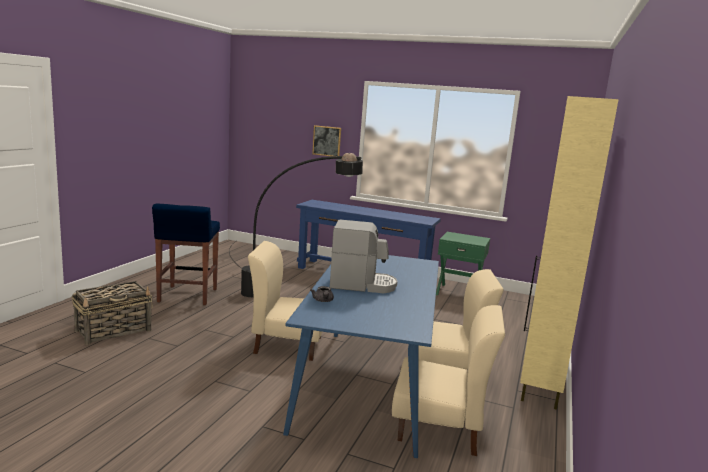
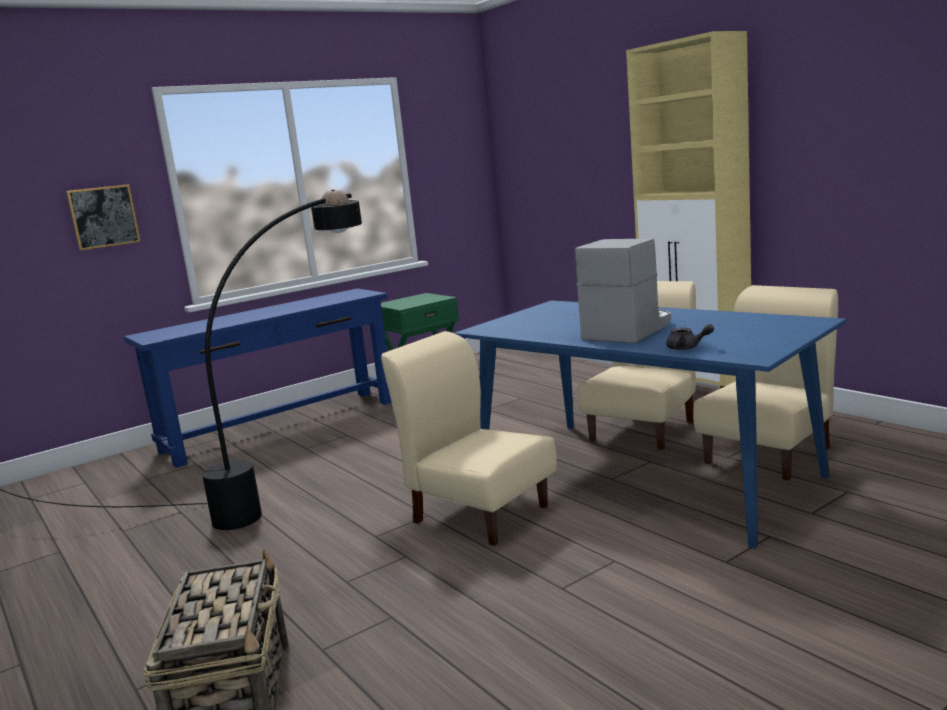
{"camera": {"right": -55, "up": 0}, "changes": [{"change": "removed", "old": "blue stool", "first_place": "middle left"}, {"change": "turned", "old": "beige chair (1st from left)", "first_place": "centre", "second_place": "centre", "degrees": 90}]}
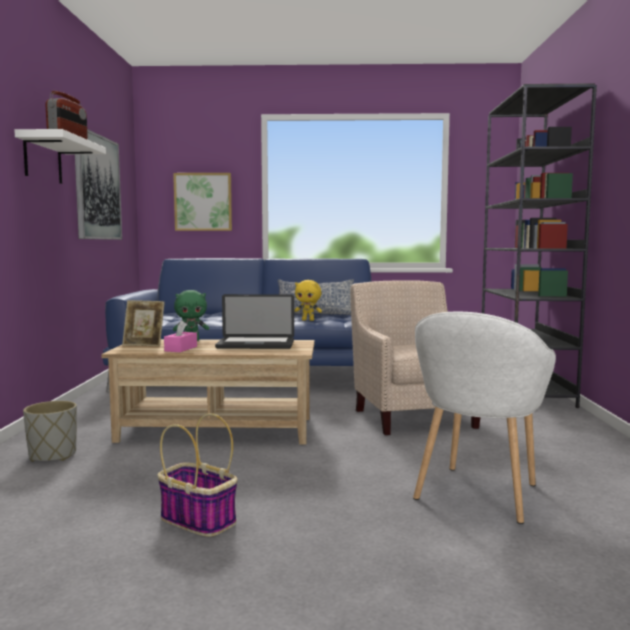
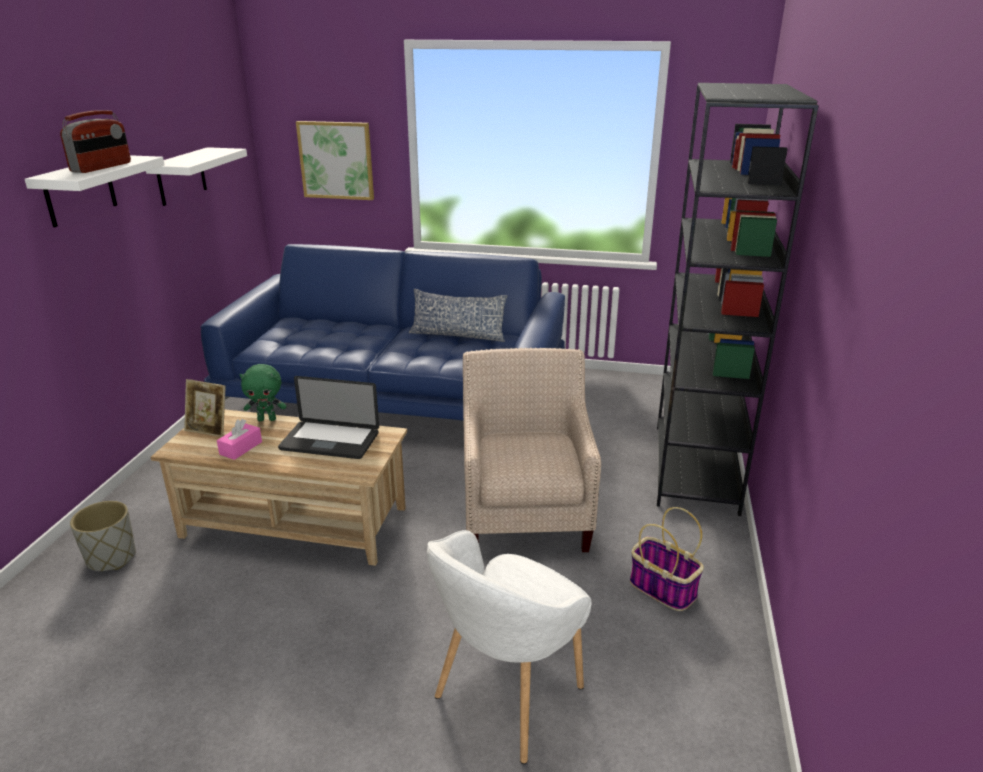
{"camera": {"right": 10, "up": 20}, "changes": [{"change": "replaced", "old": "picture (1st from left)", "new": "white shelf (2nd from left)", "first_place": "top left", "second_place": "top left"}, {"change": "moved", "old": "basket", "first_place": "bottom left", "second_place": "bottom right"}, {"change": "removed", "old": "yellow plush toy", "first_place": "centre"}]}
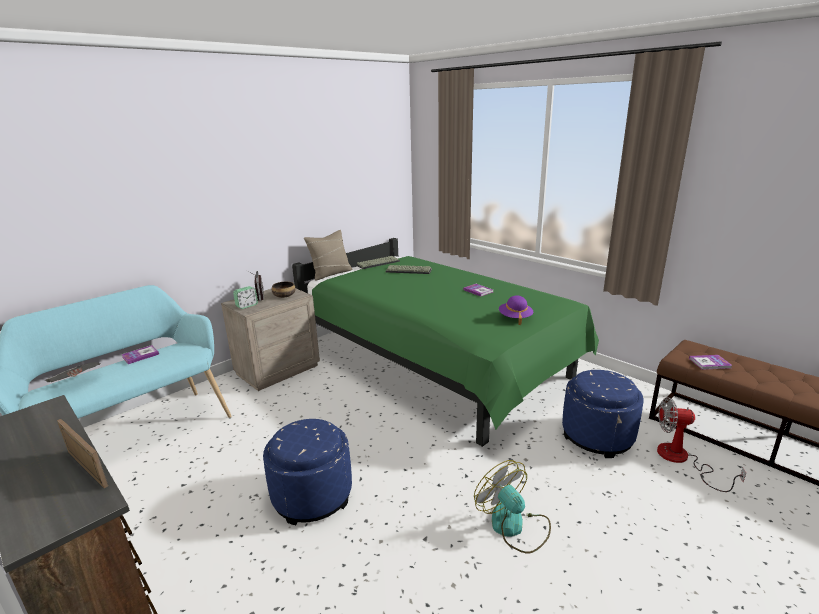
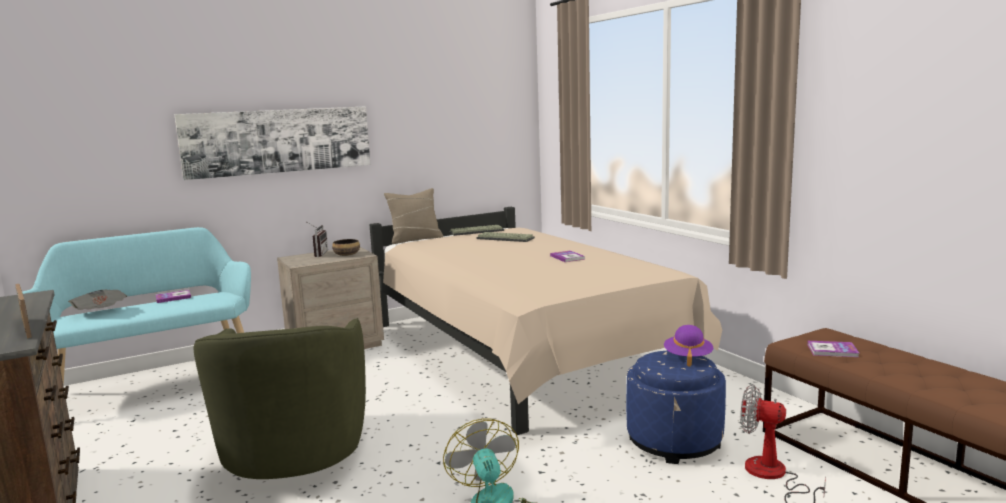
{"camera": {"right": 15, "up": -10}, "changes": [{"change": "removed", "old": "alarm clock", "first_place": "middle left"}, {"change": "replaced", "old": "blue ottoman (1st from left)", "new": "green armchair", "first_place": "bottom centre", "second_place": "bottom left"}, {"change": "recoloured", "old": "green bed", "new": "beige bed", "first_place": "centre", "second_place": "centre"}, {"change": "moved", "old": "purple hat", "first_place": "centre", "second_place": "bottom right"}, {"change": "added", "new": "picture", "second_place": "top left"}]}
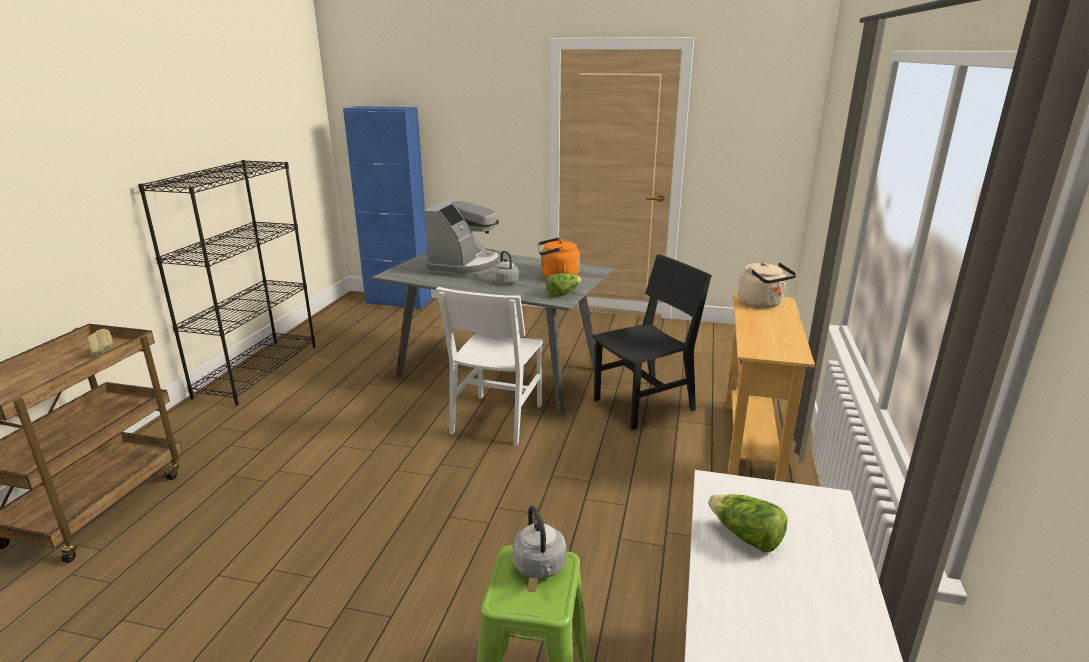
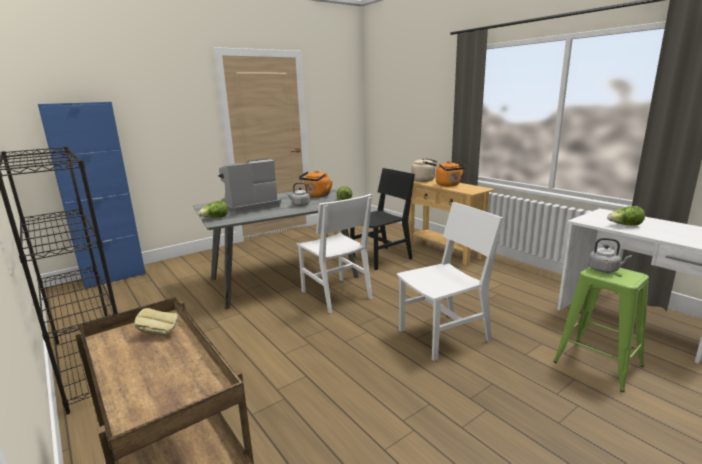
{"camera": {"right": -50, "up": -5}, "changes": [{"change": "turned", "old": "coffee machine", "first_place": "centre", "second_place": "centre", "degrees": -90}, {"change": "turned", "old": "black chair", "first_place": "centre", "second_place": "centre", "degrees": 45}, {"change": "added", "new": "lettuce (1st from left)", "second_place": "middle left"}, {"change": "added", "new": "white chair (2nd from left)", "second_place": "centre"}, {"change": "added", "new": "orange kettle (2nd from left)", "second_place": "centre"}]}
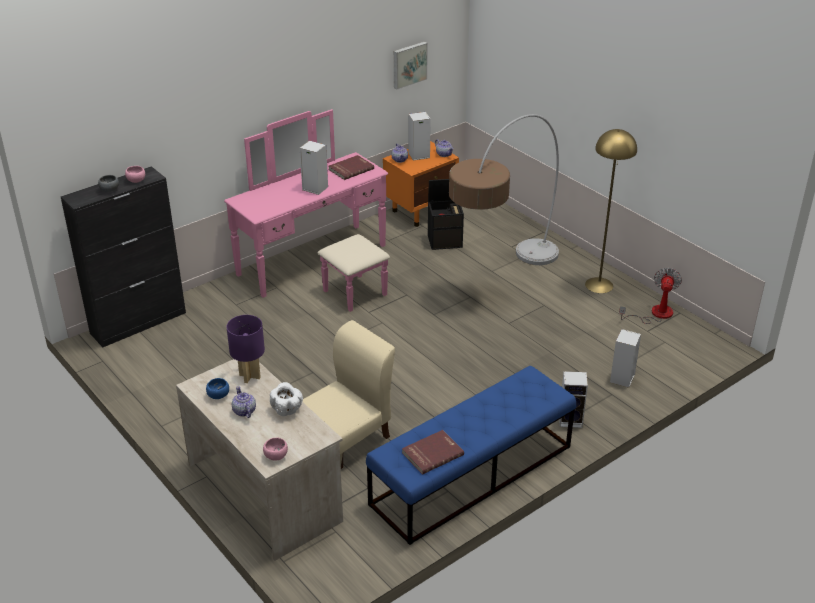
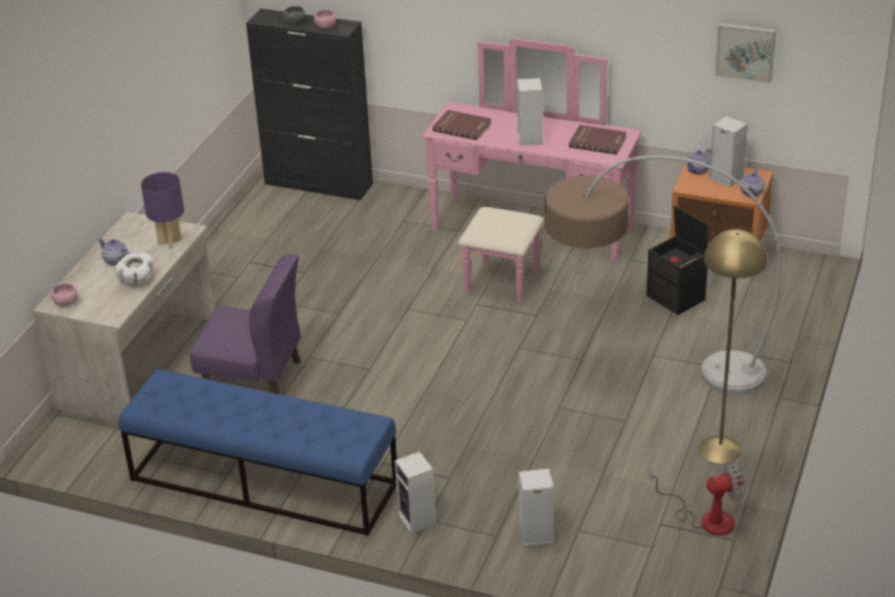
{"camera": {"right": 60, "up": 0}, "changes": [{"change": "removed", "old": "blue bowl", "first_place": "middle left"}, {"change": "turned", "old": "teapot (1st from left)", "first_place": "bottom left", "second_place": "middle left", "degrees": -90}, {"change": "recoloured", "old": "beige chair", "new": "purple chair", "first_place": "centre", "second_place": "middle left"}, {"change": "moved", "old": "red book (2nd from left in the first image)", "new": "red book (1st from left)", "first_place": "bottom centre", "second_place": "top centre"}]}
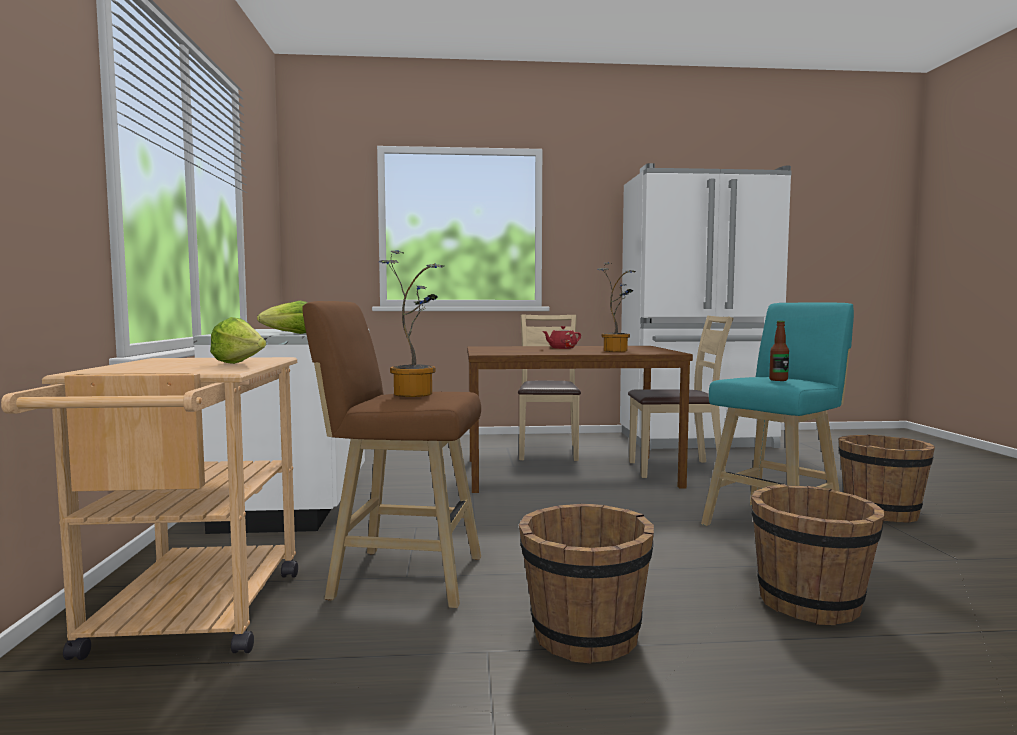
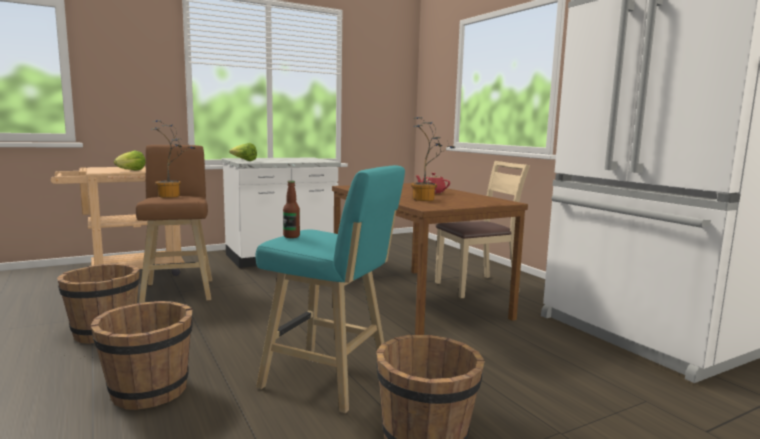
{"camera": {"right": 65, "up": 5}, "changes": [{"change": "removed", "old": "beige chair (2nd from left)", "first_place": "middle right"}]}
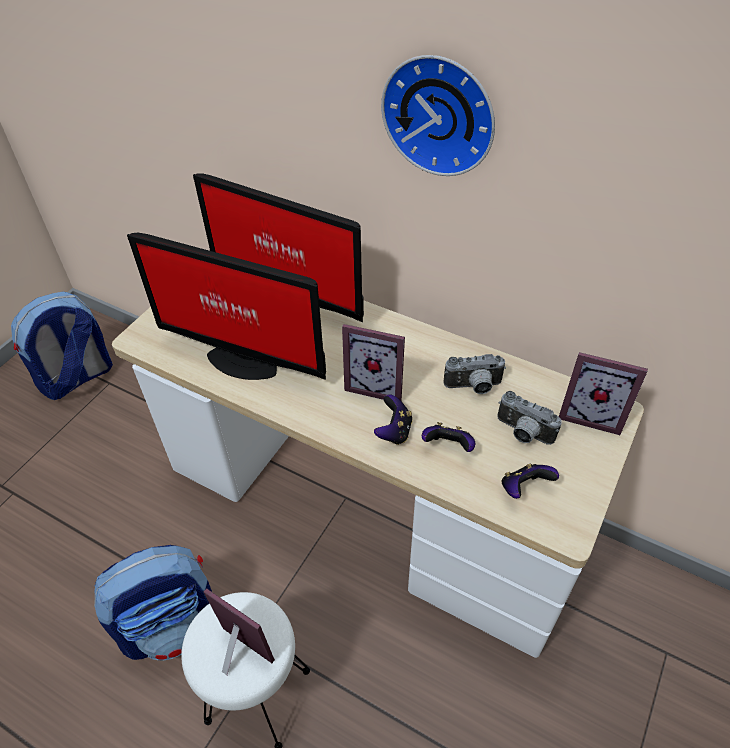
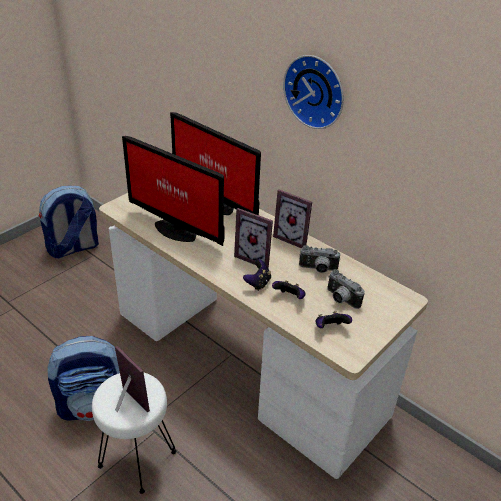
{"camera": {"right": 10, "up": -10}, "changes": [{"change": "moved", "old": "picture frame (3rd from left)", "first_place": "middle right", "second_place": "centre"}]}
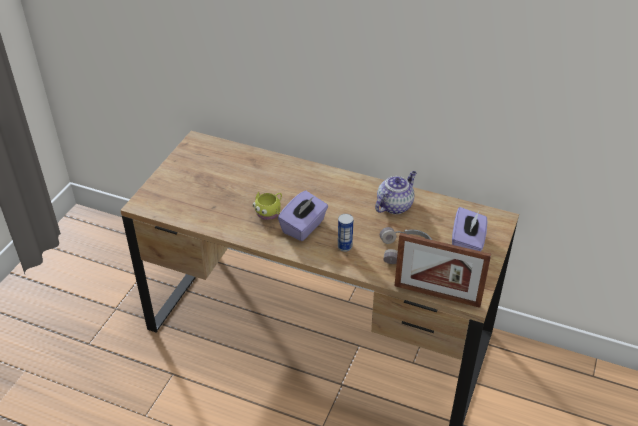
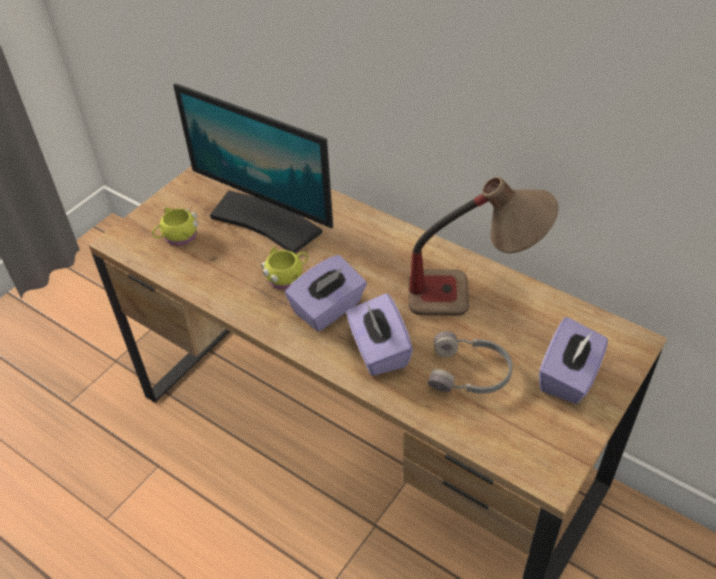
{"camera": {"right": 15, "up": 5}, "changes": [{"change": "replaced", "old": "can", "new": "purple tissue box (2nd from left)", "first_place": "centre", "second_place": "centre"}, {"change": "replaced", "old": "teapot", "new": "table lamp", "first_place": "centre", "second_place": "middle right"}, {"change": "removed", "old": "picture frame", "first_place": "middle right"}, {"change": "added", "new": "yellow mug (1st from left)", "second_place": "middle left"}, {"change": "added", "new": "monitor", "second_place": "top centre"}]}
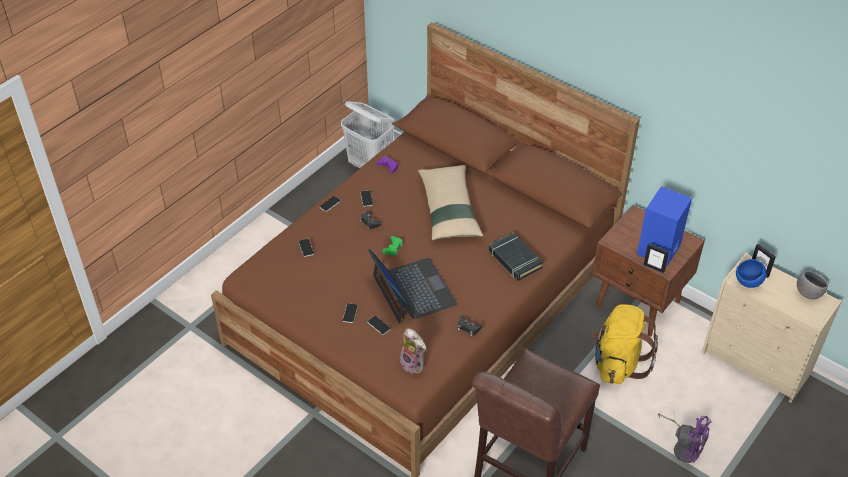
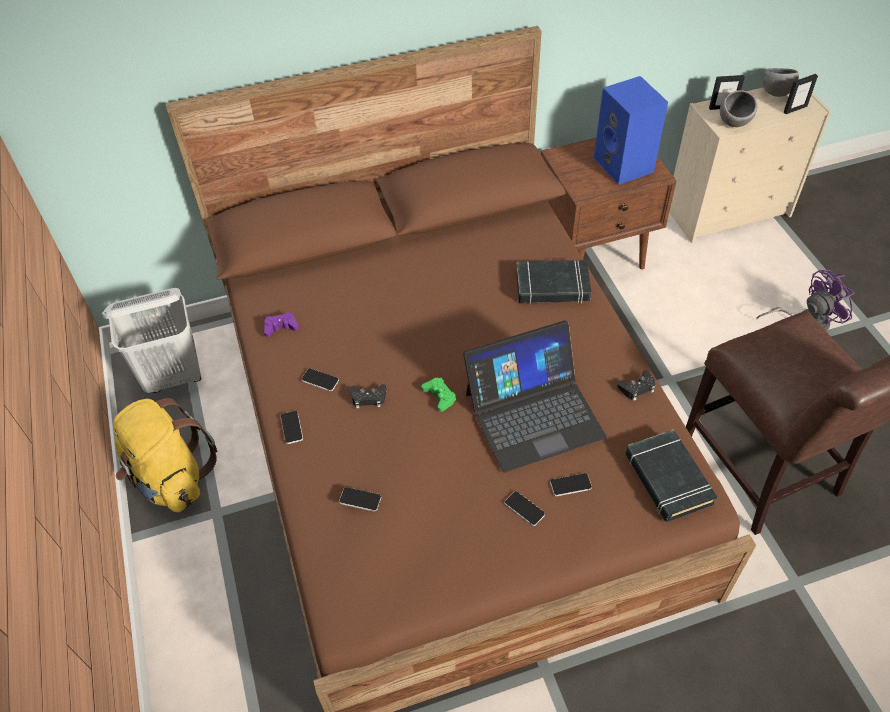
{"camera": {"right": -55, "up": 5}, "changes": [{"change": "turned", "old": "laptop", "first_place": "centre", "second_place": "centre", "degrees": 150}, {"change": "replaced", "old": "plush toy", "new": "black book (2nd from left)", "first_place": "bottom centre", "second_place": "bottom right"}, {"change": "removed", "old": "beige pillow", "first_place": "centre"}, {"change": "moved", "old": "yellow backpack", "first_place": "bottom right", "second_place": "middle left"}, {"change": "moved", "old": "picture frame (1st from left in the first image)", "new": "picture frame (2nd from left)", "first_place": "middle right", "second_place": "top right"}, {"change": "recoloured", "old": "blue bowl", "new": "grey bowl (1st from left)", "first_place": "middle right", "second_place": "top right"}]}
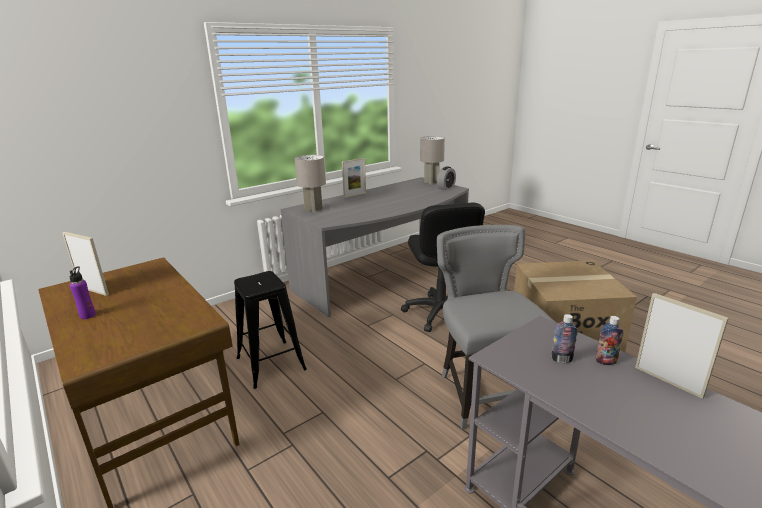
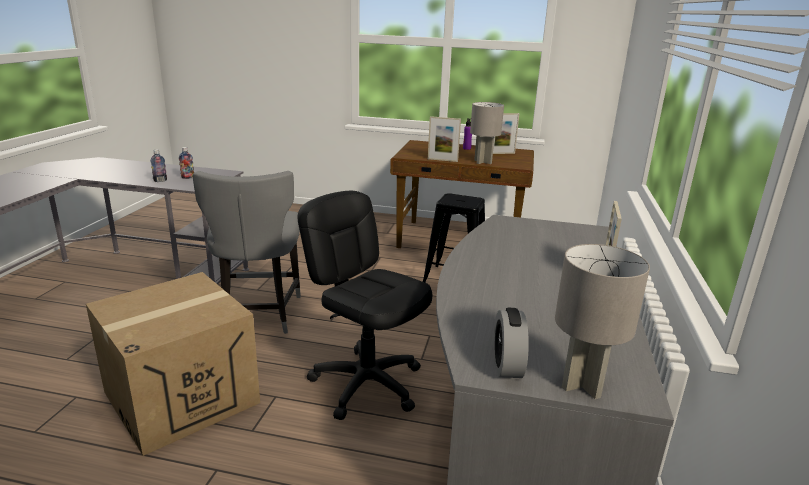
{"camera": {"right": 140, "up": 0}, "changes": [{"change": "moved", "old": "grey table lamp (1st from left)", "first_place": "centre", "second_place": "top centre"}, {"change": "turned", "old": "grey chair", "first_place": "centre", "second_place": "middle left", "degrees": 45}, {"change": "moved", "old": "picture frame (3rd from left in the first image)", "new": "picture frame (1st from left)", "first_place": "bottom right", "second_place": "top centre"}]}
